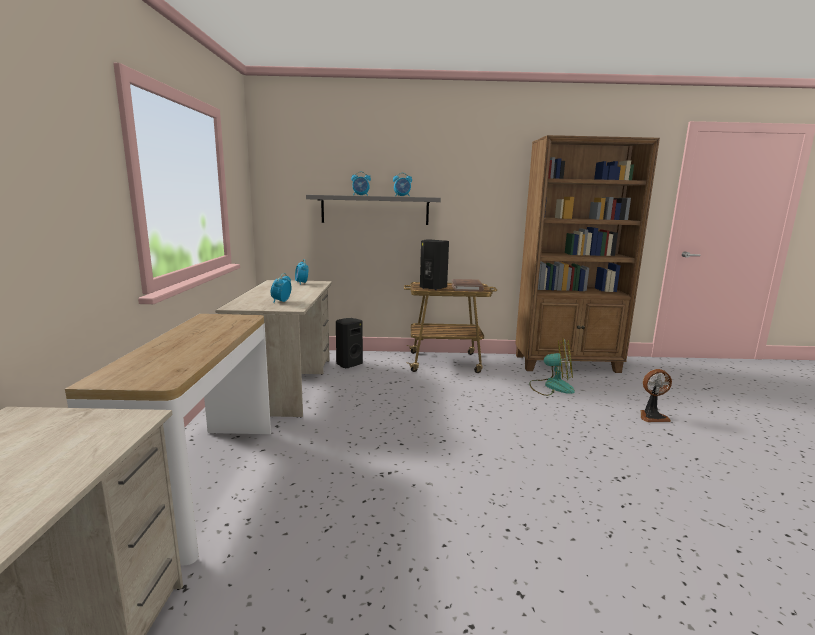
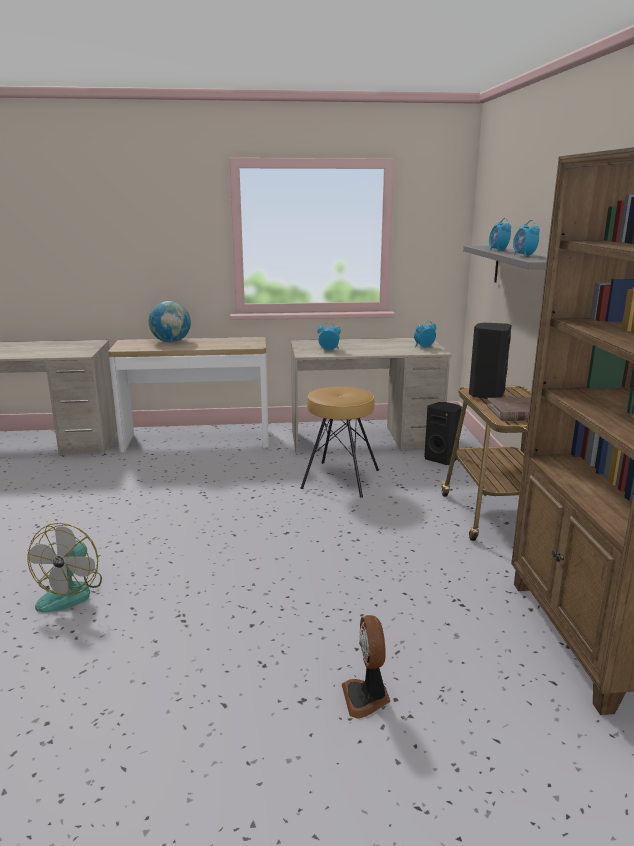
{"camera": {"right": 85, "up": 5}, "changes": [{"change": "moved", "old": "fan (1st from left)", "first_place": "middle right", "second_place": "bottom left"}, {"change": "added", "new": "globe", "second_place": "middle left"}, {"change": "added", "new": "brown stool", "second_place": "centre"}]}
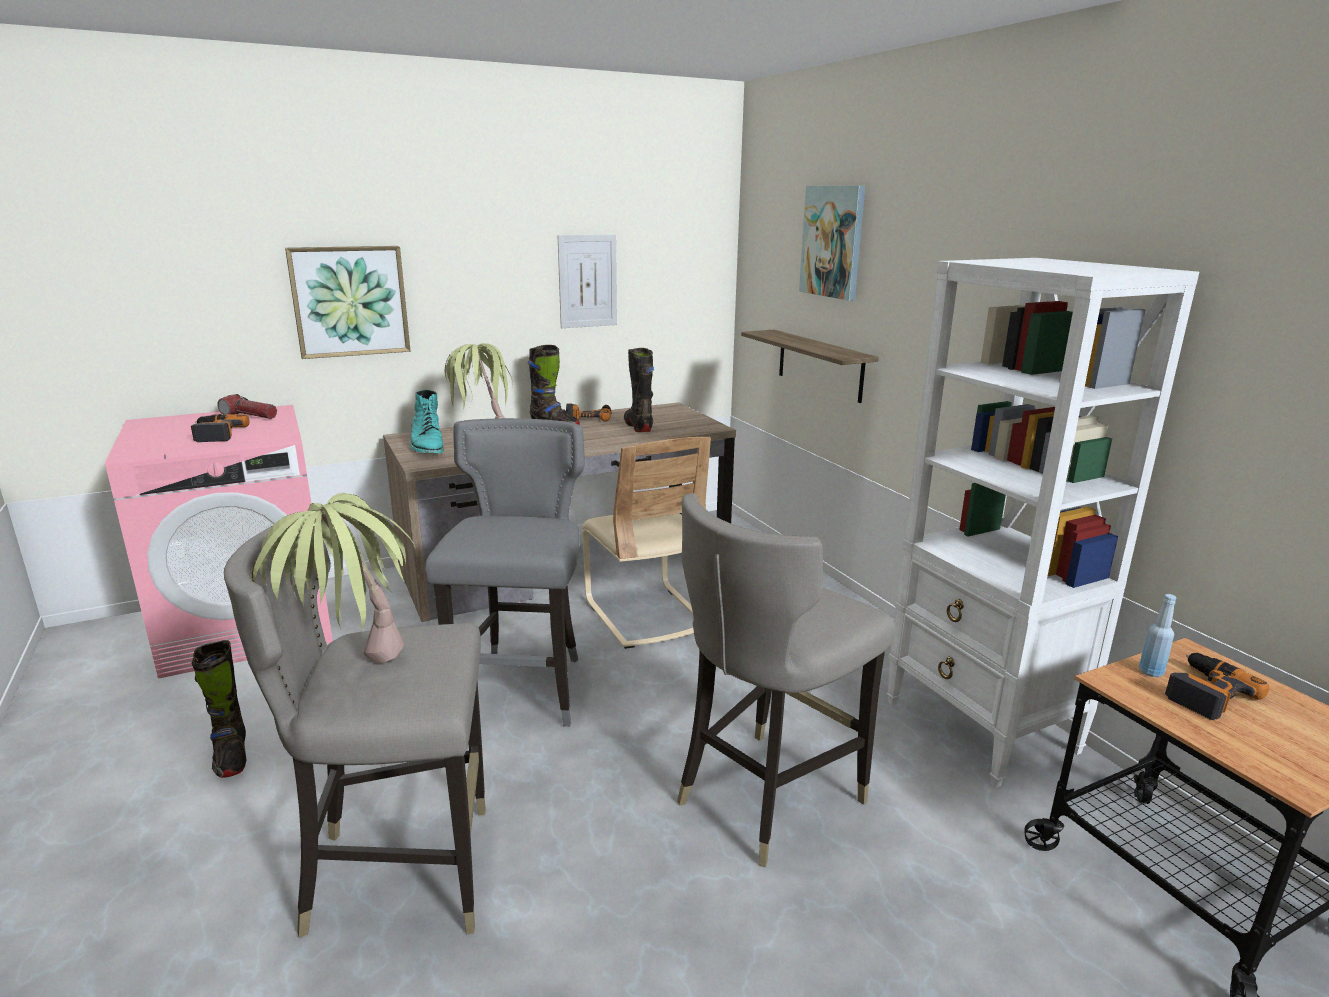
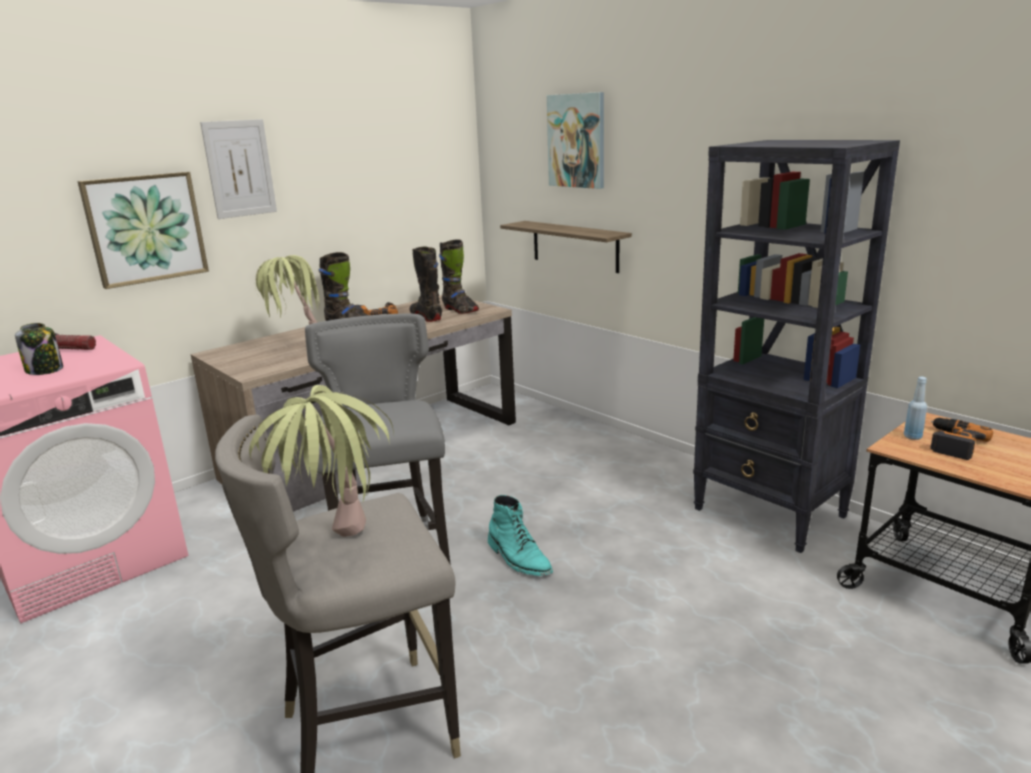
{"camera": {"right": -15, "up": 0}, "changes": [{"change": "replaced", "old": "power drill (1st from left)", "new": "jar", "first_place": "middle left", "second_place": "middle left"}, {"change": "moved", "old": "black boot (1st from left in the first image)", "new": "black boot (3rd from left)", "first_place": "bottom left", "second_place": "centre"}, {"change": "moved", "old": "turquoise boot", "first_place": "middle left", "second_place": "bottom centre"}, {"change": "moved", "old": "picture (2nd from left)", "first_place": "top centre", "second_place": "top left"}, {"change": "removed", "old": "beige chair", "first_place": "centre"}, {"change": "removed", "old": "grey stool (3rd from left)", "first_place": "bottom centre"}, {"change": "recoloured", "old": "white bookcase", "new": "black bookcase", "first_place": "middle right", "second_place": "middle right"}]}
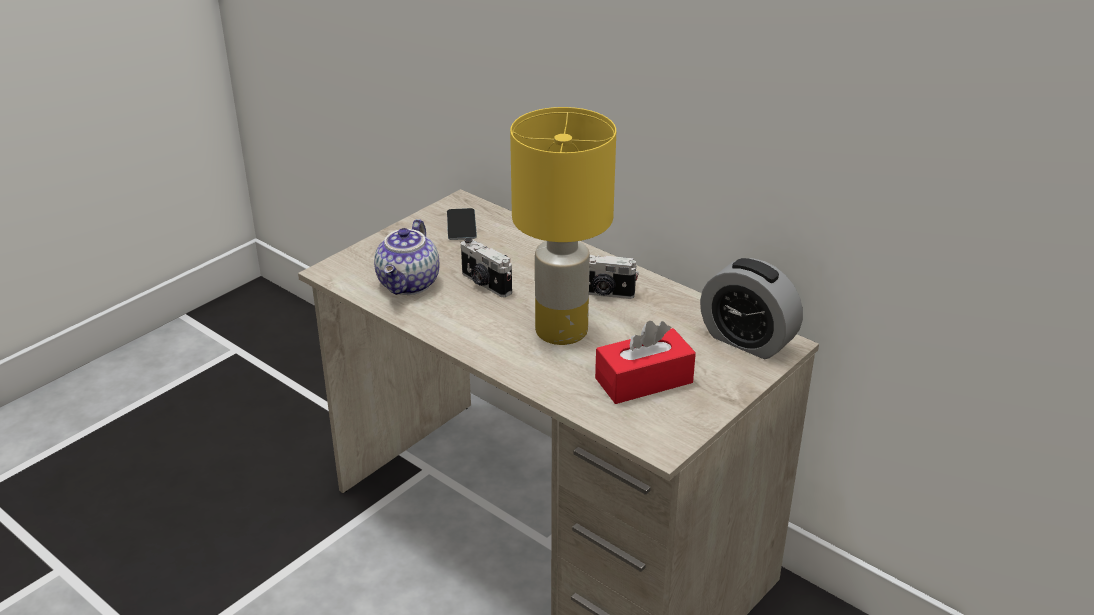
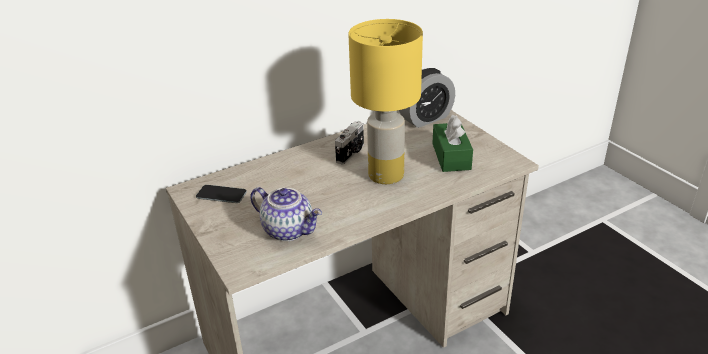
{"camera": {"right": -70, "up": 0}, "changes": [{"change": "removed", "old": "photo camera (1st from left)", "first_place": "centre"}, {"change": "recoloured", "old": "red tissue box", "new": "green tissue box", "first_place": "centre", "second_place": "centre"}]}
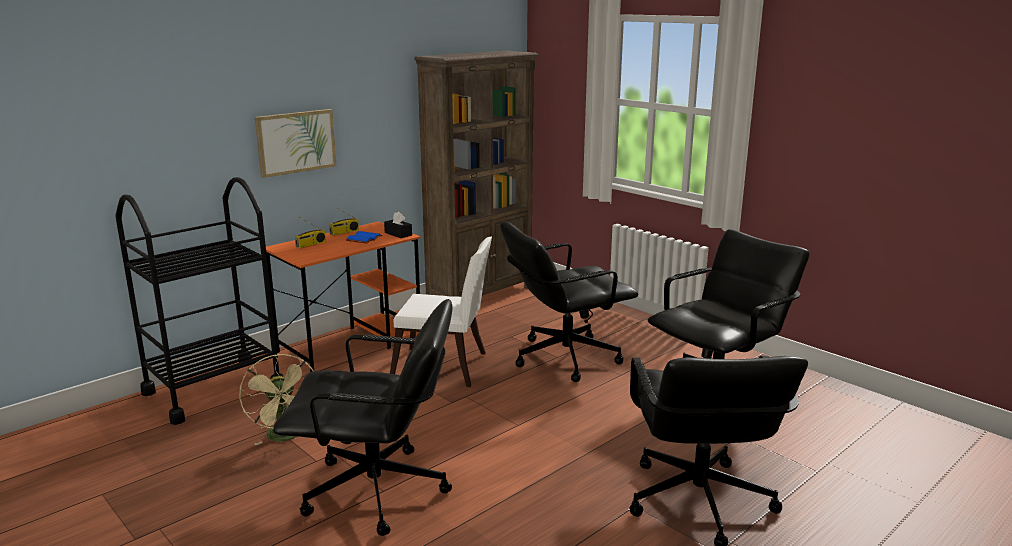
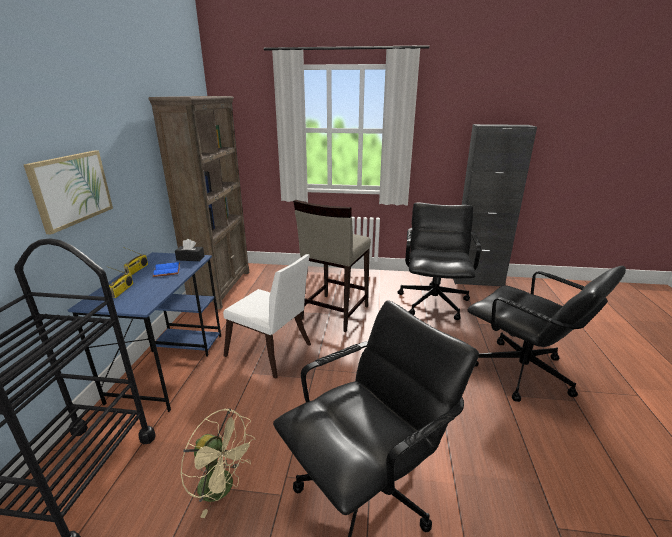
{"camera": {"right": -40, "up": 5}, "changes": [{"change": "recoloured", "old": "orange desk", "new": "blue desk", "first_place": "centre", "second_place": "middle left"}, {"change": "turned", "old": "white chair", "first_place": "centre", "second_place": "centre", "degrees": 60}, {"change": "replaced", "old": "black office chair (2nd from left)", "new": "beige stool", "first_place": "centre", "second_place": "centre"}, {"change": "added", "new": "black cabinet", "second_place": "middle right"}]}
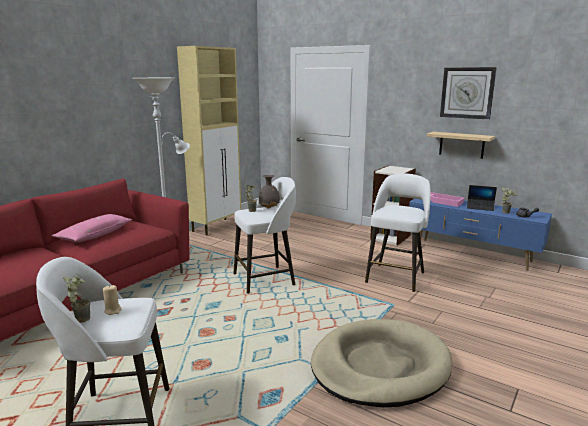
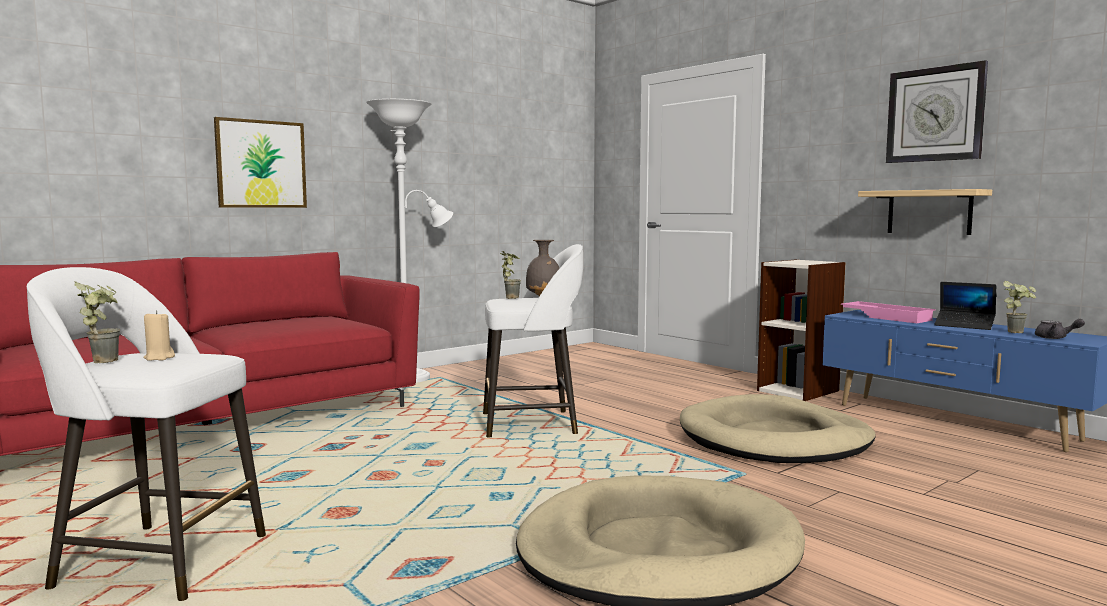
{"camera": {"right": 15, "up": -10}, "changes": [{"change": "removed", "old": "pink pillow", "first_place": "middle left"}, {"change": "removed", "old": "beige cabinet", "first_place": "top centre"}, {"change": "replaced", "old": "white stool (3rd from left)", "new": "beige dog bed (2nd from left)", "first_place": "middle right", "second_place": "bottom right"}, {"change": "added", "new": "picture", "second_place": "top left"}]}
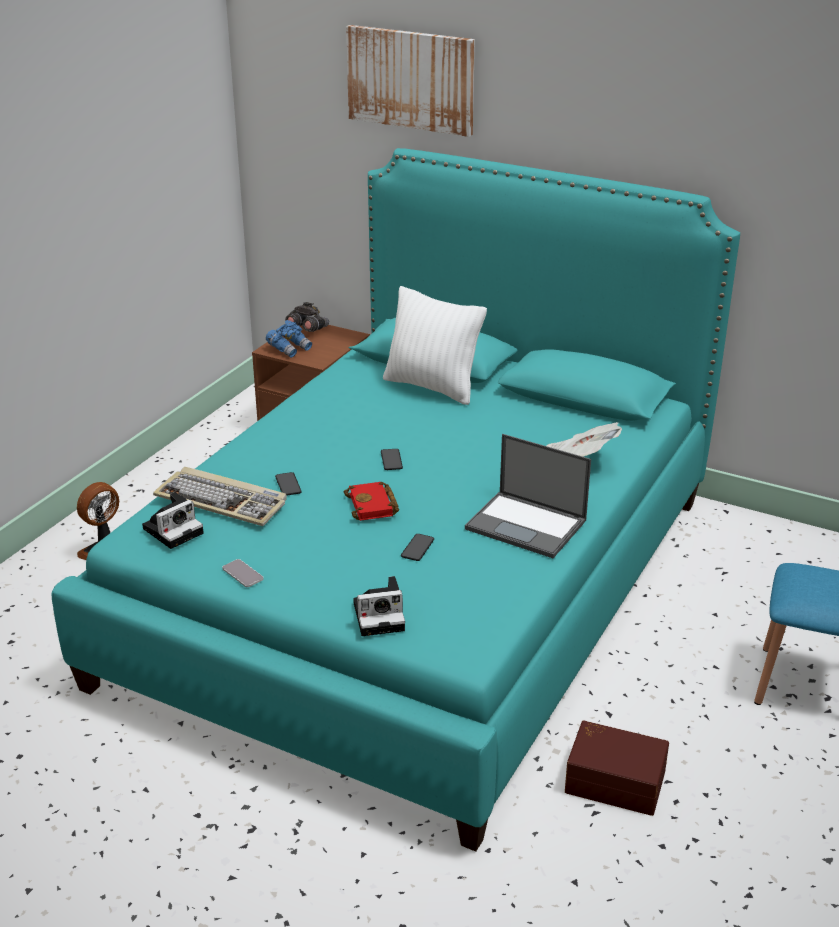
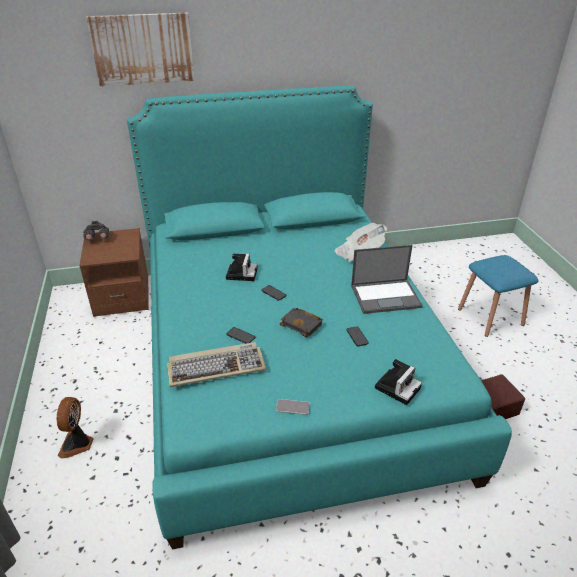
{"camera": {"right": -40, "up": 5}, "changes": [{"change": "moved", "old": "photo camera (1st from left)", "first_place": "middle left", "second_place": "centre"}, {"change": "removed", "old": "blue binoculars", "first_place": "centre"}, {"change": "recoloured", "old": "red book", "new": "black book", "first_place": "centre", "second_place": "centre"}, {"change": "removed", "old": "white pillow", "first_place": "centre"}]}
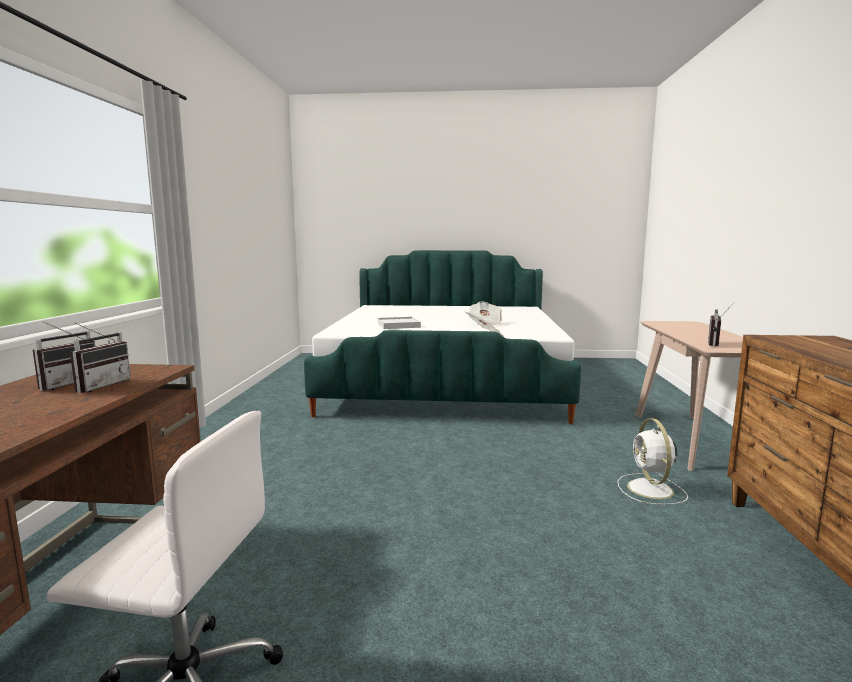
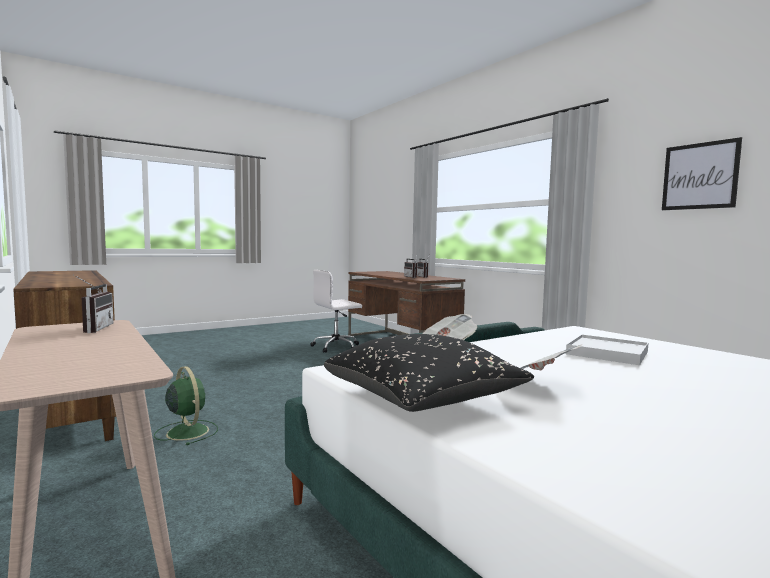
{"camera": {"right": 140, "up": -5}, "changes": [{"change": "recoloured", "old": "white fan", "new": "green fan", "first_place": "bottom right", "second_place": "bottom left"}, {"change": "added", "new": "black pillow", "second_place": "centre"}, {"change": "added", "new": "picture", "second_place": "top right"}]}
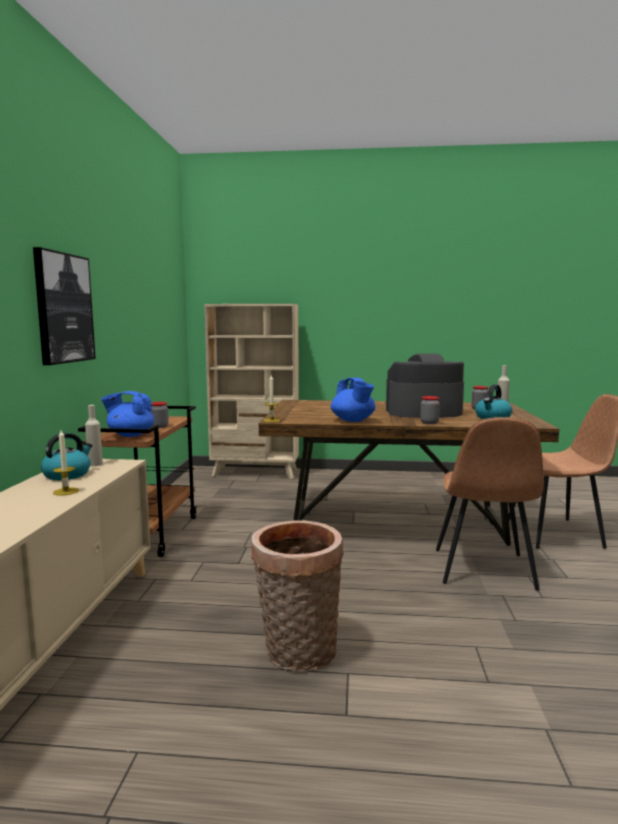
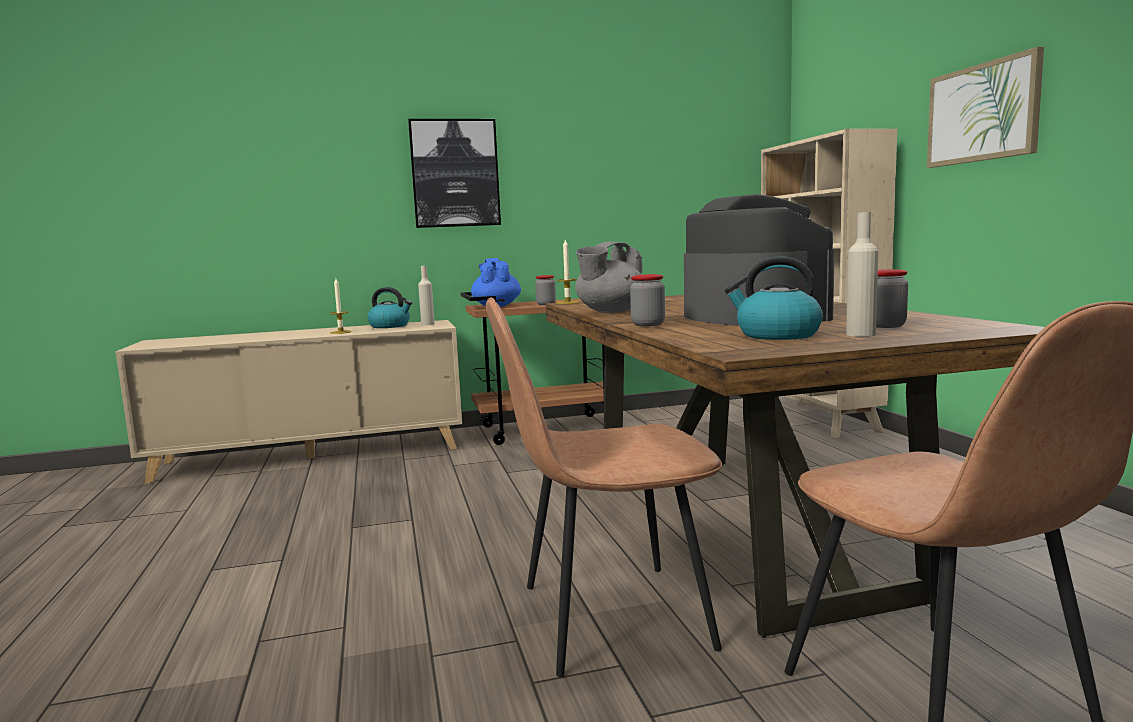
{"camera": {"right": 70, "up": 0}, "changes": [{"change": "removed", "old": "basket", "first_place": "bottom centre"}, {"change": "recoloured", "old": "blue teapot (2nd from left)", "new": "grey teapot", "first_place": "centre", "second_place": "centre"}, {"change": "added", "new": "picture (2nd from left)", "second_place": "top right"}]}
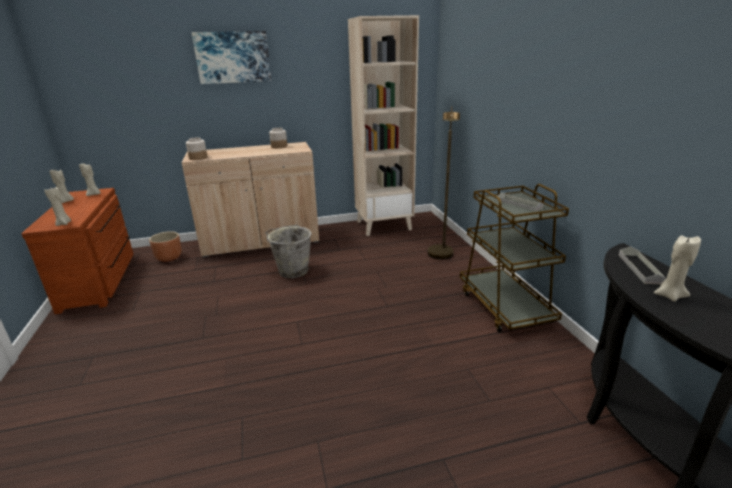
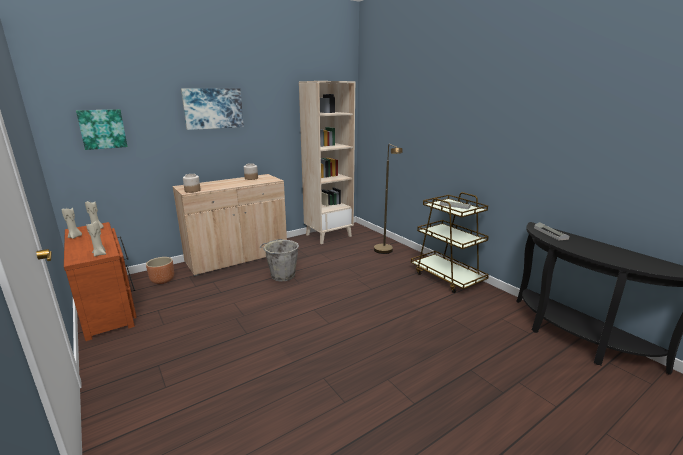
{"camera": {"right": -20, "up": -5}, "changes": [{"change": "removed", "old": "beige candle (4th from left)", "first_place": "middle right"}, {"change": "added", "new": "picture (1st from left)", "second_place": "top left"}]}
